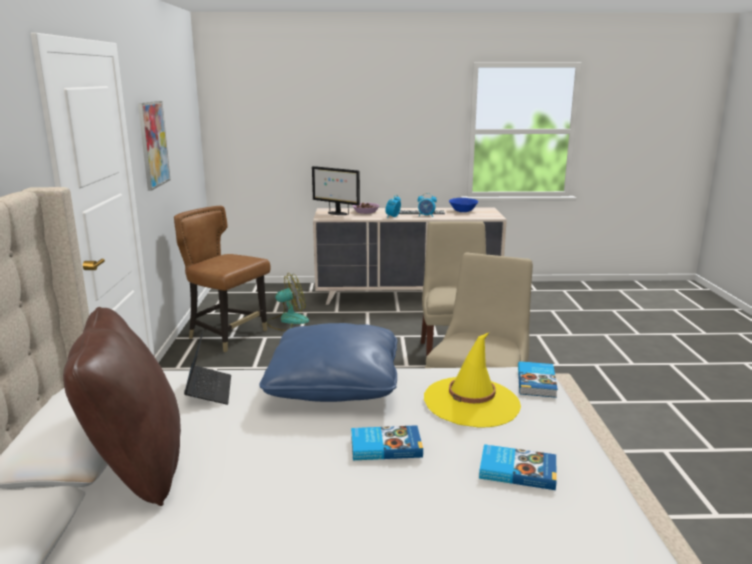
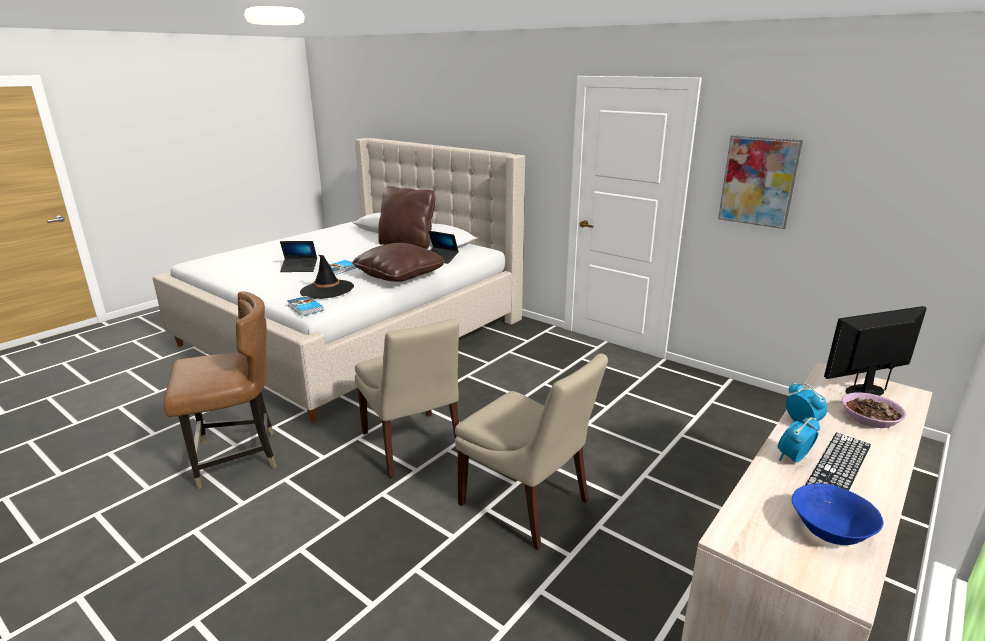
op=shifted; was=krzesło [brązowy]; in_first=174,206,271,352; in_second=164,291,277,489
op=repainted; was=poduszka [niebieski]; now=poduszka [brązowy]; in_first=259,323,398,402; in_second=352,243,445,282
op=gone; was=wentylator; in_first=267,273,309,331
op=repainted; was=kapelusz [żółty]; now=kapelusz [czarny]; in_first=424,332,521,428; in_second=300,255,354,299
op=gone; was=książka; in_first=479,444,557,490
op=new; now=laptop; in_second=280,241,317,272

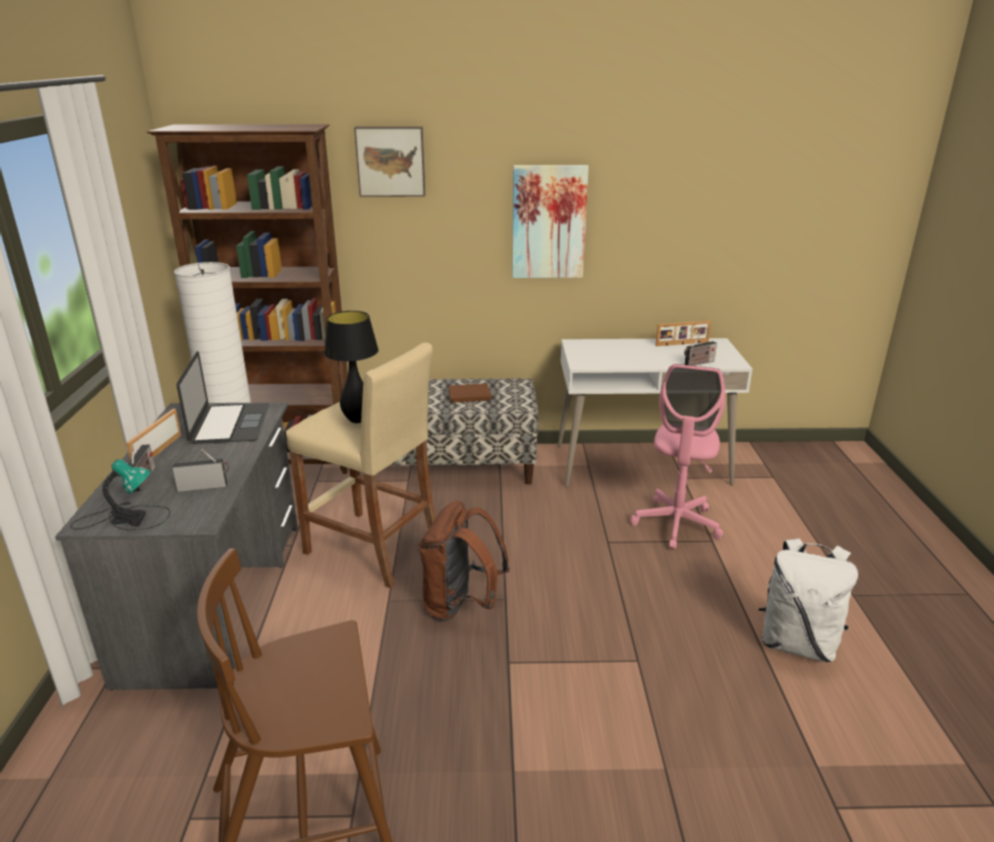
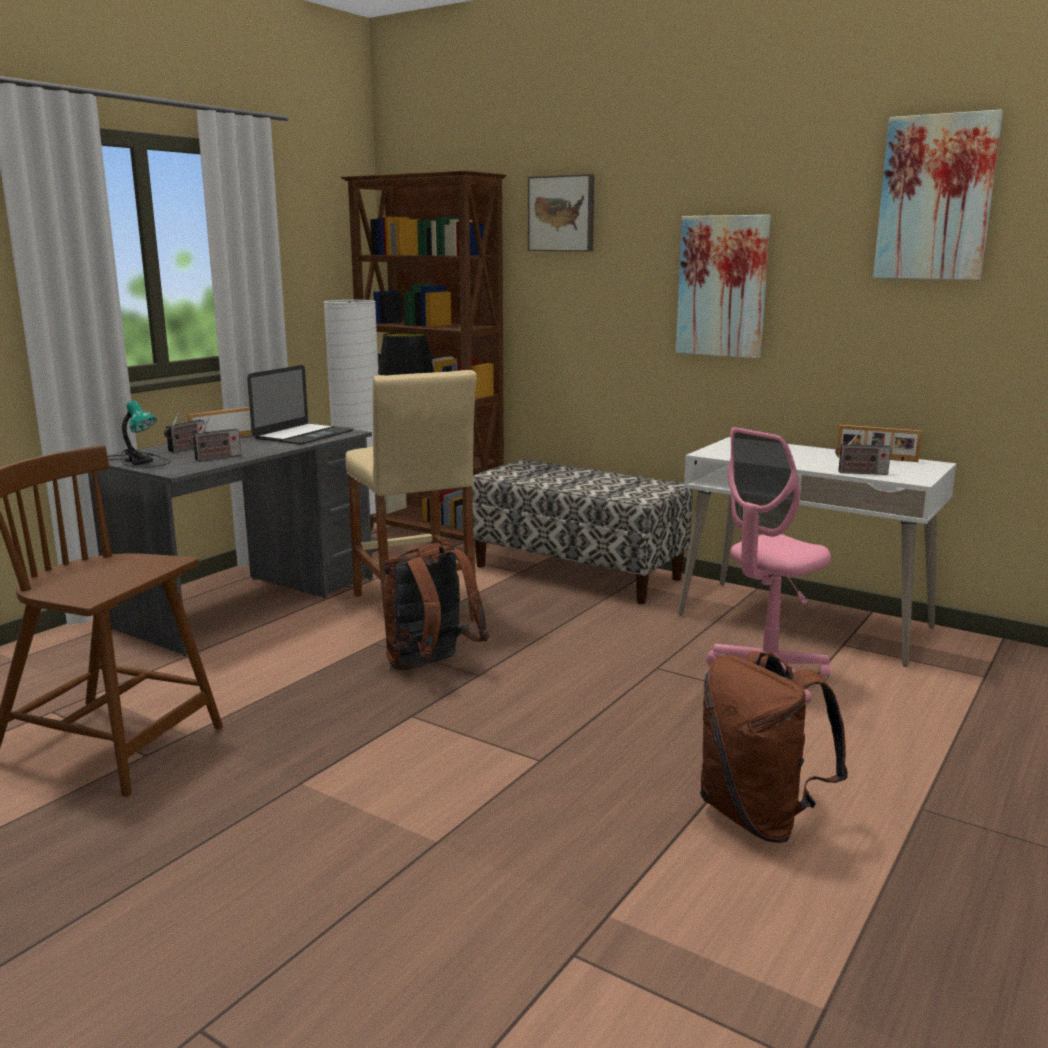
op=rotated; was=radio; in_first=172,449,229,492; in_second=189,418,241,461; clockwise=120
op=gone; was=książka [brązowy]; in_first=449,383,491,403
op=repainted; was=plecak [biały]; now=plecak [brązowy]; in_first=758,538,858,662; in_second=700,651,848,843
op=new; now=obraz; in_second=873,110,1003,280

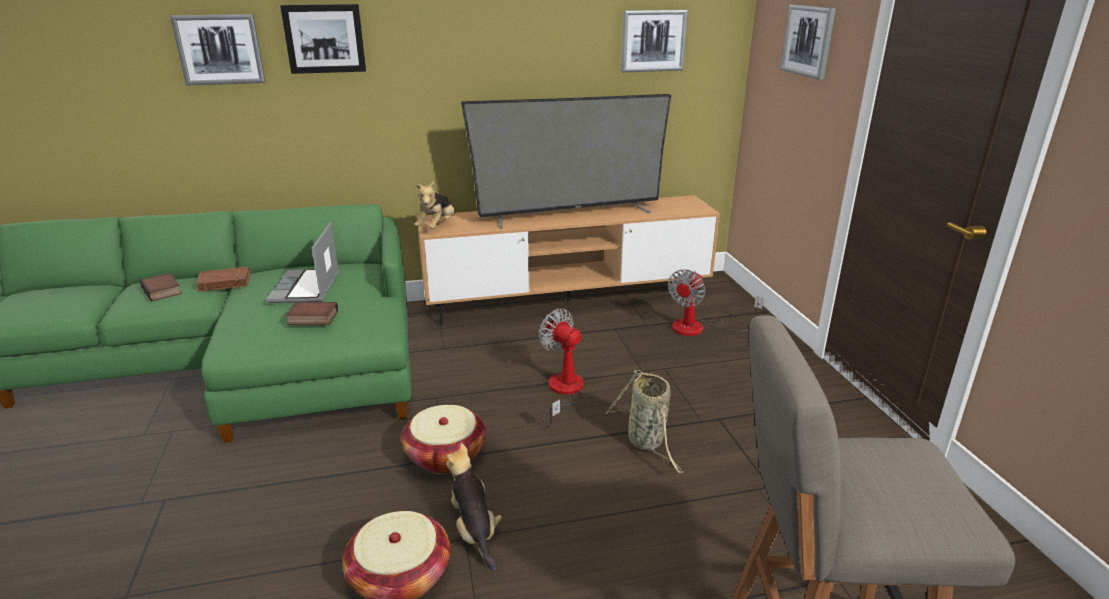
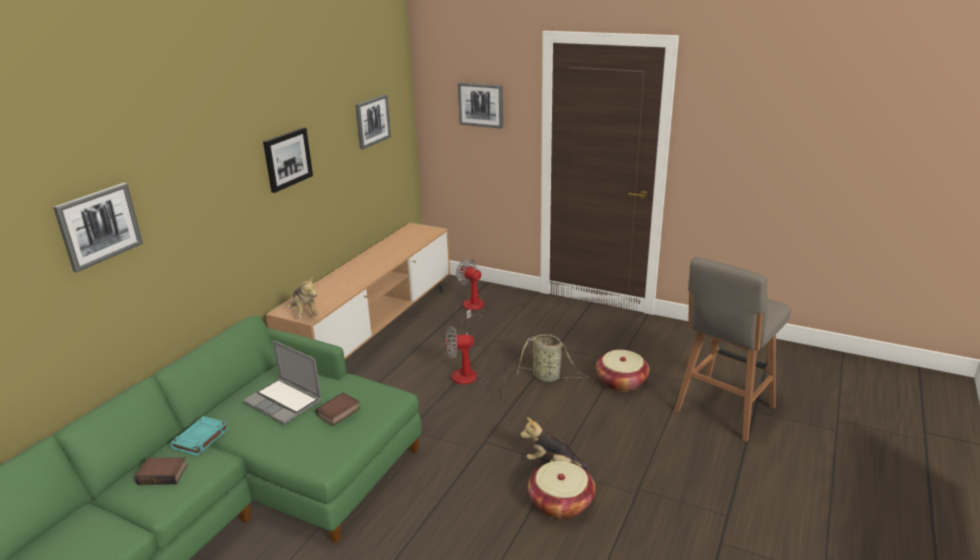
op=repainted; was=książka [brązowy]; now=książka [turkusowy]; in_first=195,267,250,292; in_second=170,416,229,456
op=shifted; was=obraz; in_first=280,4,366,74; in_second=263,128,313,193
op=shifted; was=koszyk; in_first=401,405,486,474; in_second=596,350,649,392
op=gone; was=telewizor; in_first=461,94,671,229
op=rotated; was=wentylator; in_first=668,269,764,336; in_second=456,259,485,327; clockwise=150

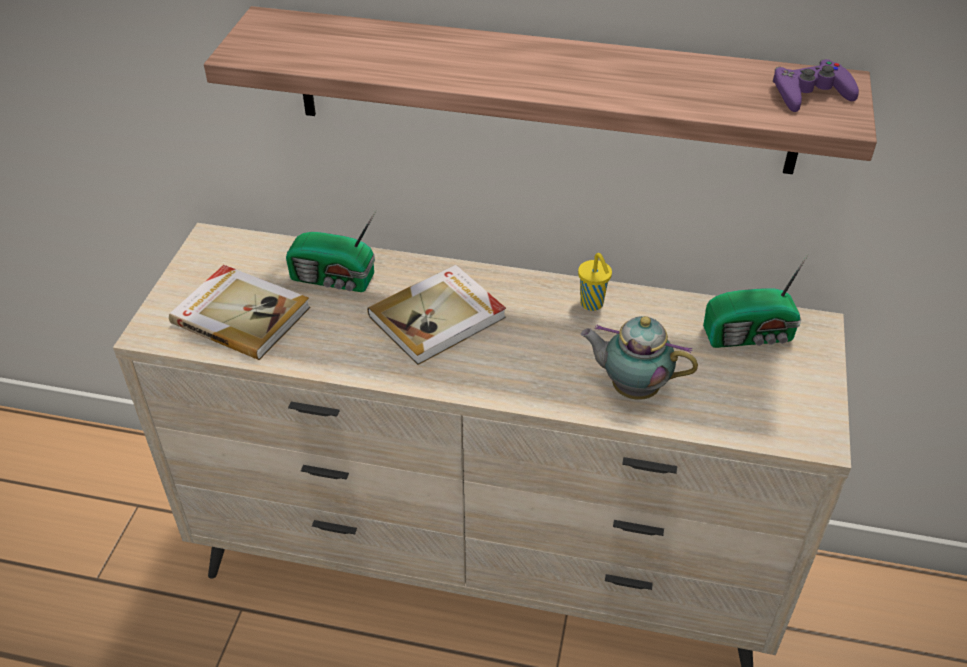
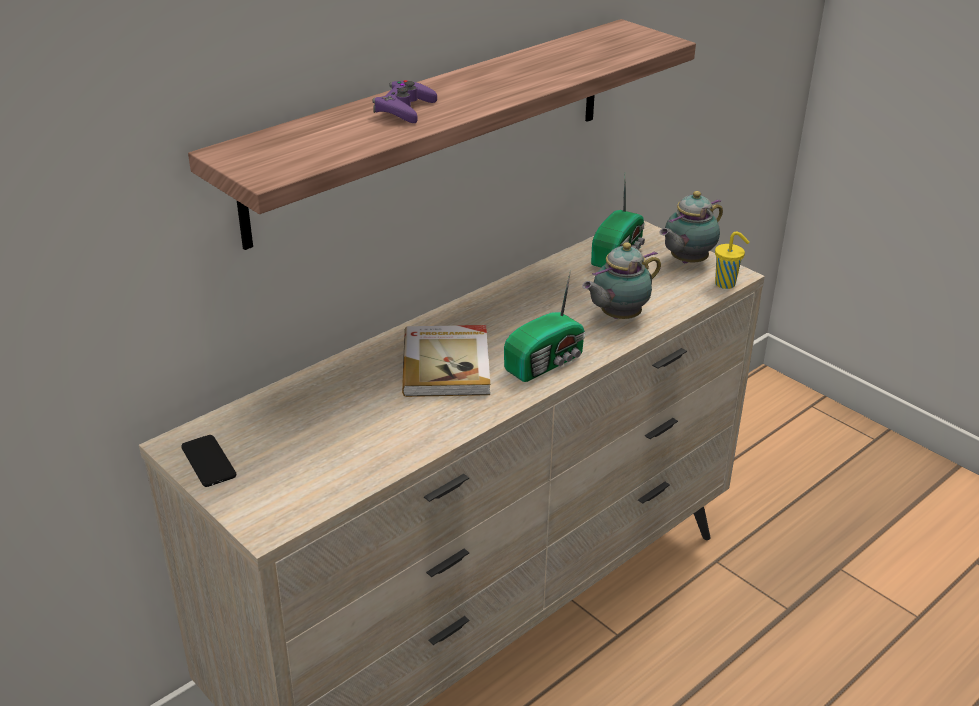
op=gone; was=książka; in_first=169,265,311,360
op=shifted; was=radio; in_first=286,210,376,292; in_second=504,271,585,382
op=shifted; was=filiżanka [żółty]; in_first=578,253,612,311; in_second=715,232,749,289
op=shifted; was=pad do gier [fioletowy]; in_first=773,59,859,112; in_second=372,80,437,123
op=new; now=telefon; in_second=181,435,236,487
op=new; now=imbryk; in_second=659,191,723,263

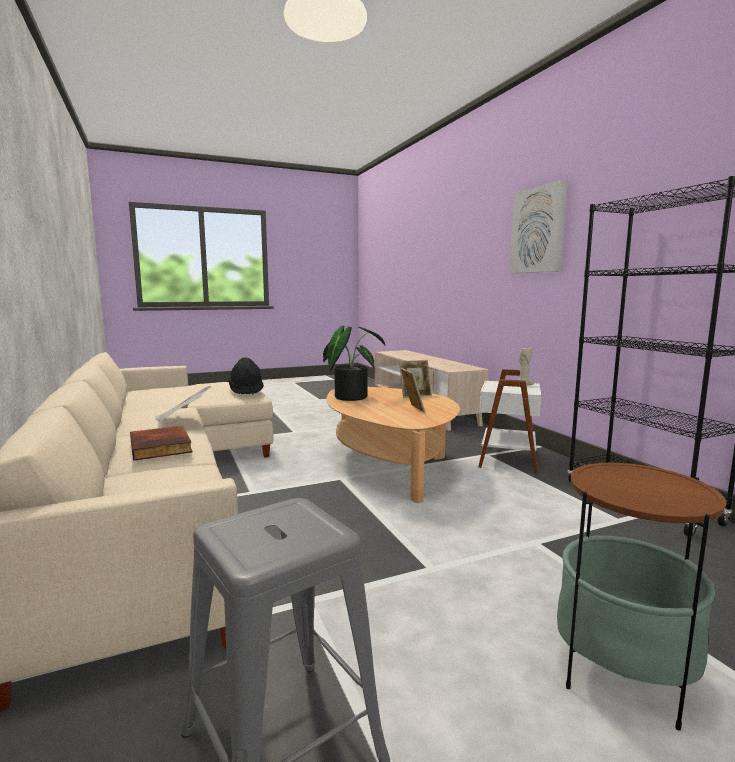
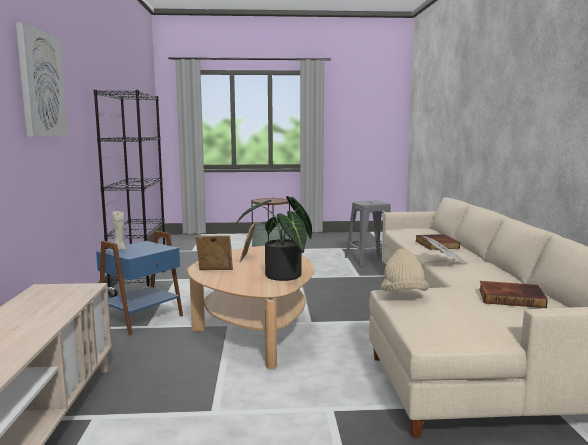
op=repainted; was=kapelusz [czarny]; now=kapelusz [beżowy]; in_first=228,357,264,394; in_second=381,249,430,291
op=repainted; was=stolik [biały]; now=stolik [niebieski]; in_first=478,369,541,474; in_second=96,231,183,336
op=new; now=książka; in_second=479,281,548,308

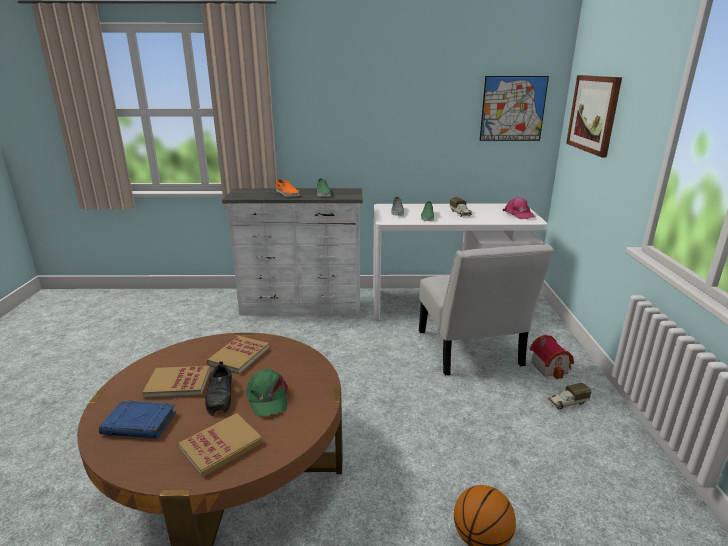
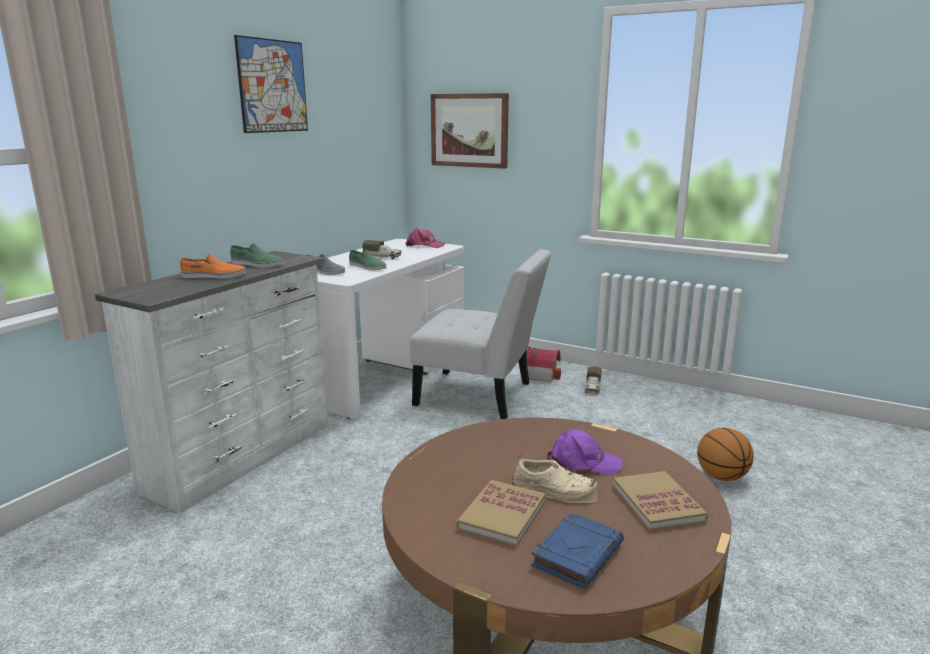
op=repainted; was=but [czarny]; now=but [beżowy]; in_first=205,361,232,416; in_second=512,456,597,503
op=gone; was=książka; in_first=207,336,269,375
op=repainted; was=czapka z daszkiem [zielony]; now=czapka z daszkiem [fioletowy]; in_first=246,369,288,417; in_second=547,429,623,475
op=shifted; was=obraz; in_first=479,76,549,141; in_second=234,35,308,133

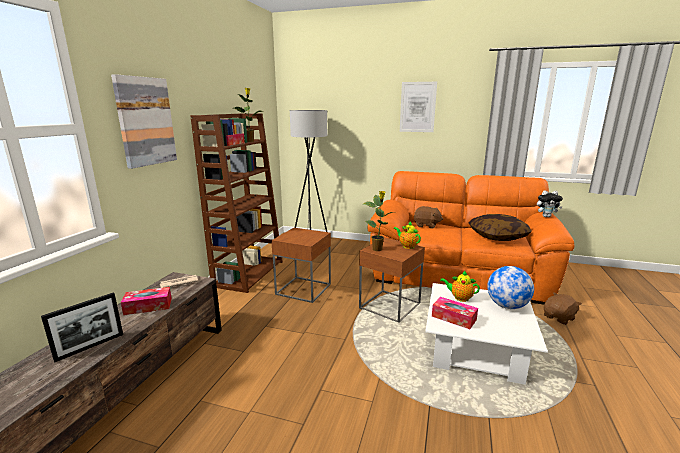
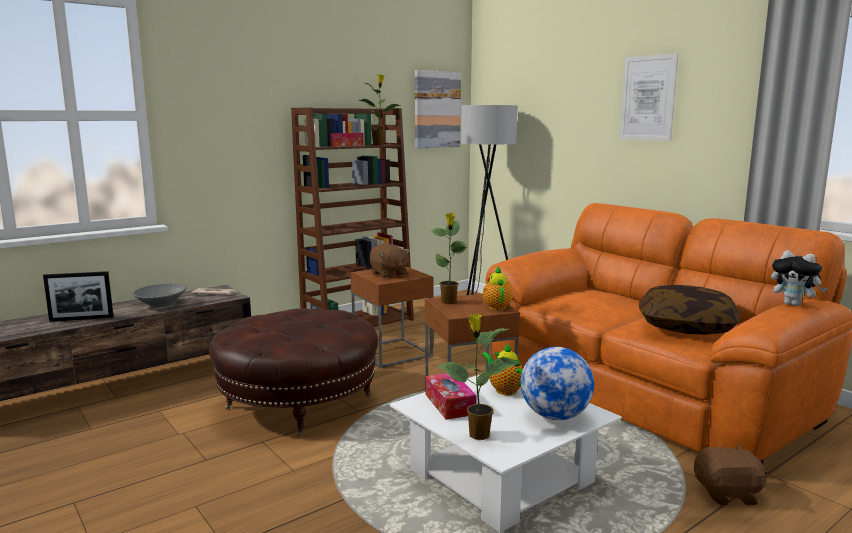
op=shifted; was=obraz; in_first=111,74,177,169; in_second=415,70,461,148
op=swapped; was=pudełko chusteczek; now=miska [szary]; in_first=121,287,172,315; in_second=133,283,187,307
op=shifted; was=pluszak [brązowy]; in_first=414,206,443,228; in_second=369,243,410,279
op=new; now=pufa [brązowy]; in_second=209,308,378,436
op=new; now=roślina doniczkowa; in_second=437,313,520,440

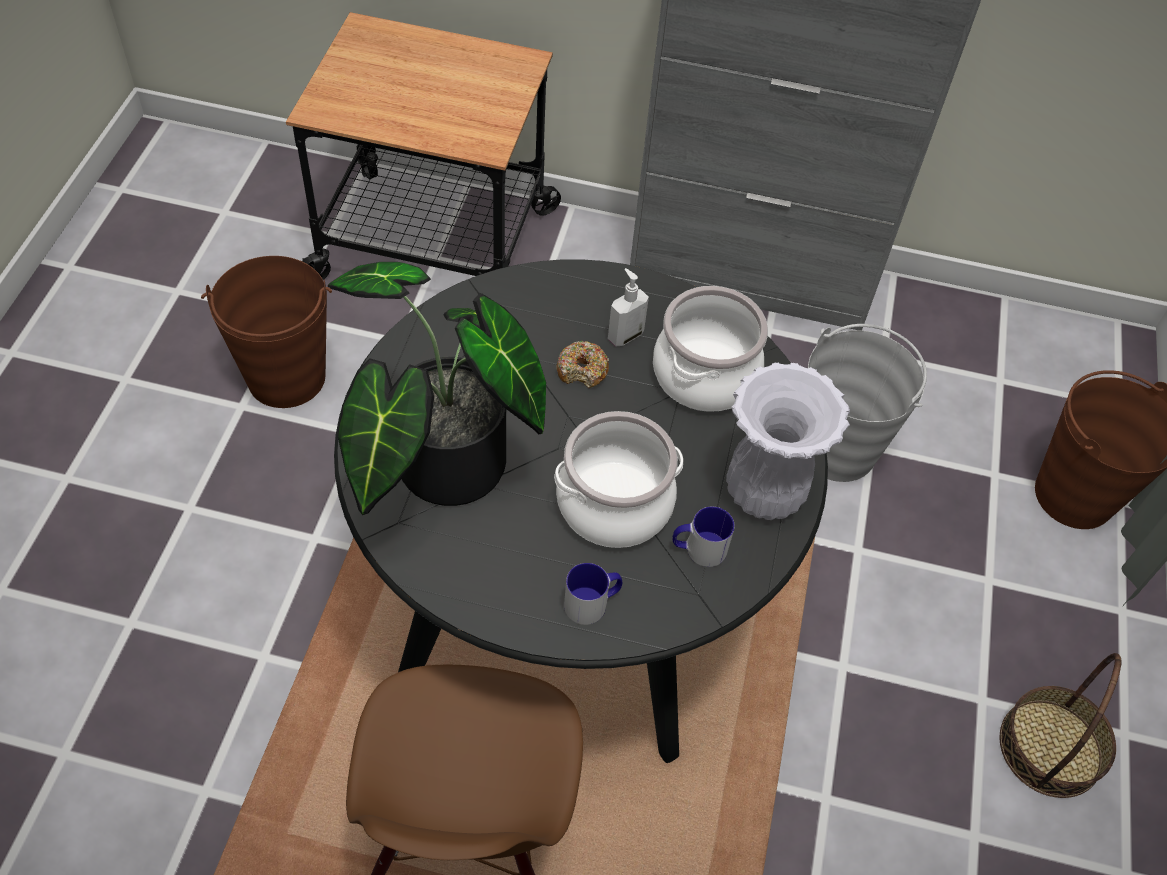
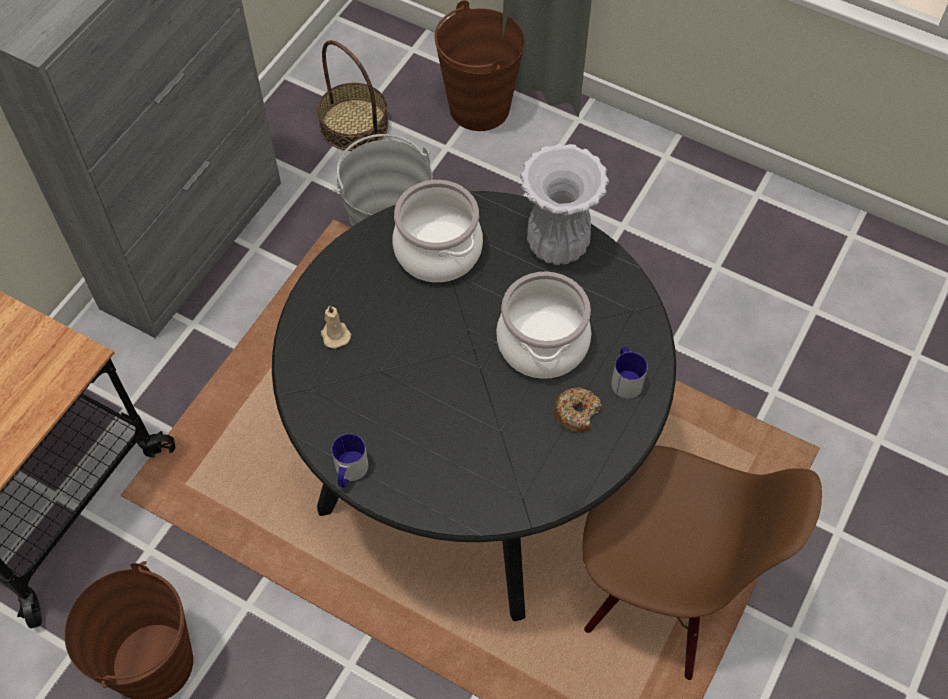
op=gone; was=roślina doniczkowa; in_first=328,262,546,515
op=shifted; was=donut; in_first=556,341,609,388; in_second=554,387,602,432
op=gone; was=dozownik mydła; in_first=608,268,649,346
op=shifted; was=kubek; in_first=672,506,734,567; in_second=332,433,368,487
op=shifted; was=koszyk; in_first=1000,653,1122,798; in_second=317,40,389,151
op=new; now=świeca [beżowy]; in_second=321,305,351,349

